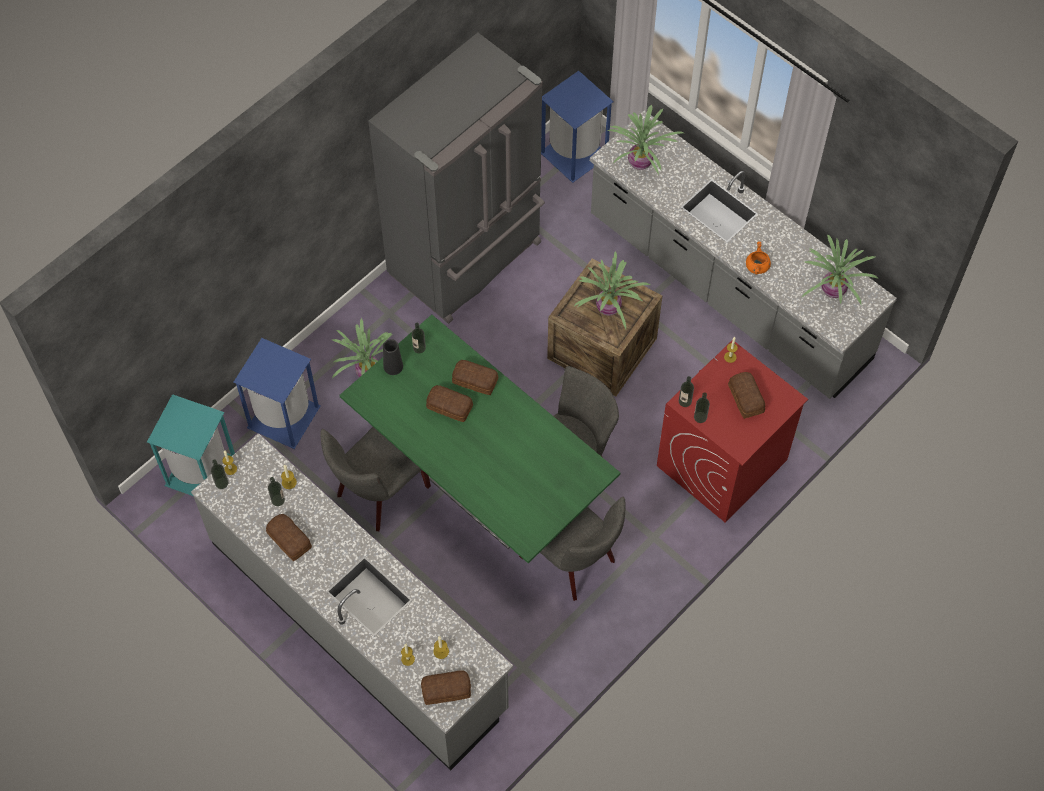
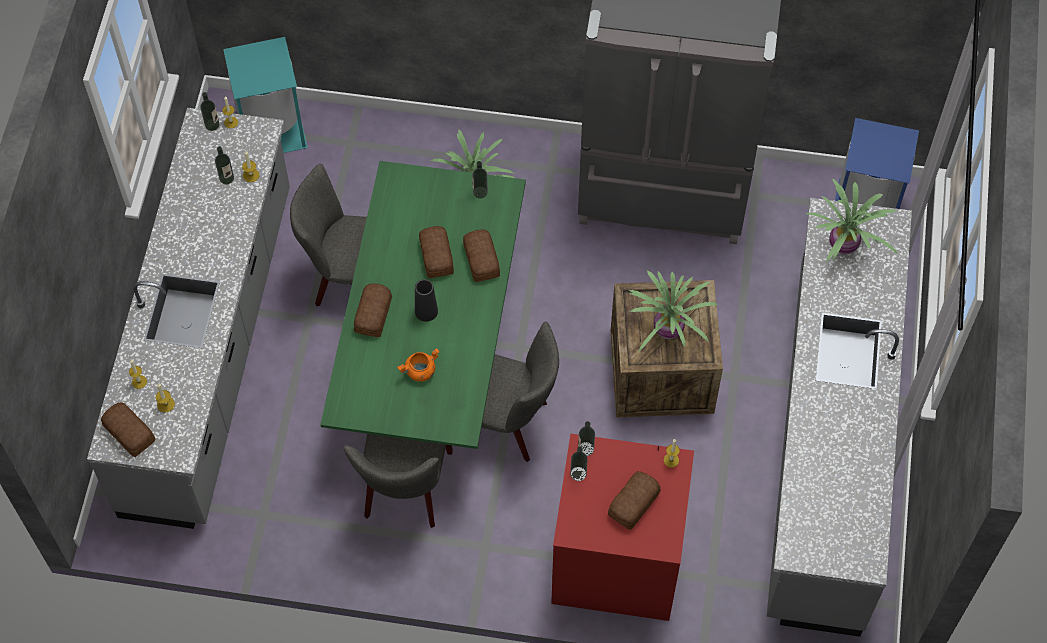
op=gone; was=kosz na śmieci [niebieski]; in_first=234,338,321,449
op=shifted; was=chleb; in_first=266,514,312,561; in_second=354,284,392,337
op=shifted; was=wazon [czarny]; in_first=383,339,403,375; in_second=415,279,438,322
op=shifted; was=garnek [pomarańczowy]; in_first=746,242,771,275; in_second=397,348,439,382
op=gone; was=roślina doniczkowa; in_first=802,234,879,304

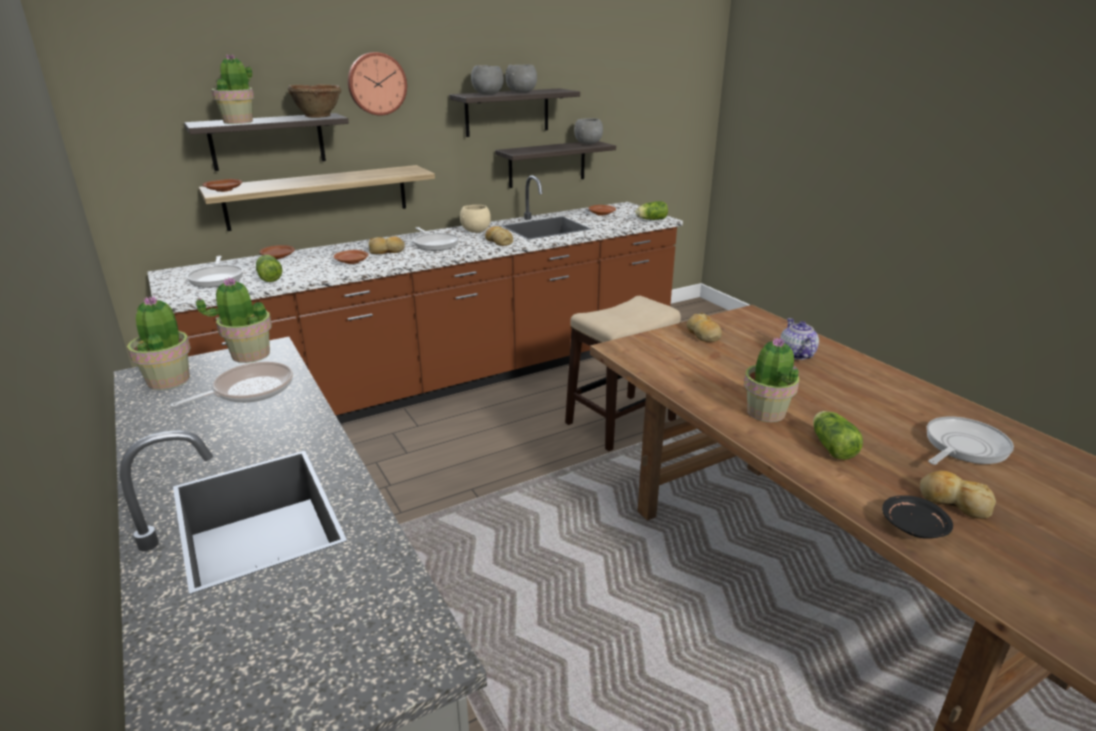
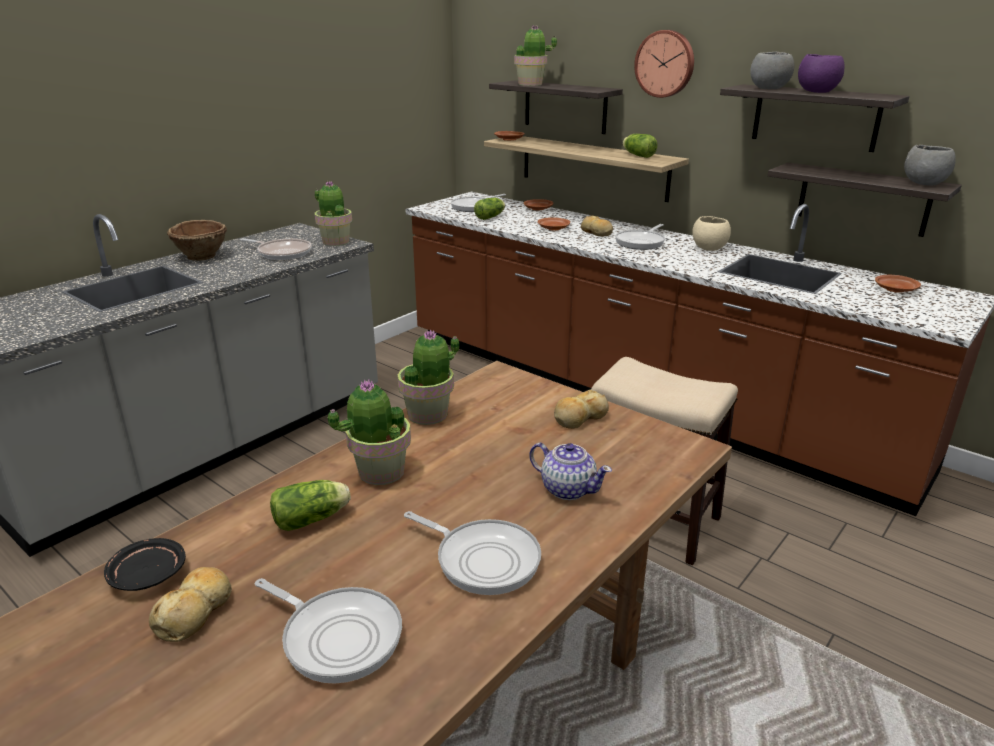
op=shifted; was=roślina doniczkowa; in_first=127,295,191,390; in_second=398,329,459,425
op=shifted; was=miska [brązowy]; in_first=288,84,341,118; in_second=167,220,227,261
op=gone; was=chleb; in_first=485,226,513,246
op=repainted; was=miska [szary]; now=miska [fioletowy]; in_first=505,64,537,93; in_second=798,54,844,93
op=shifted; was=sałata; in_first=635,201,668,220; in_second=622,134,657,158
op=rotated; was=imbryk; in_first=781,318,819,360; in_second=529,443,612,500; clockwise=60
op=new; now=patelnia; in_second=404,511,541,595

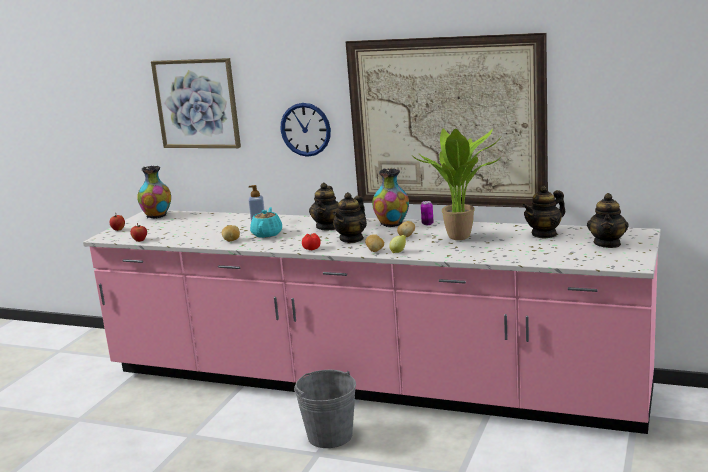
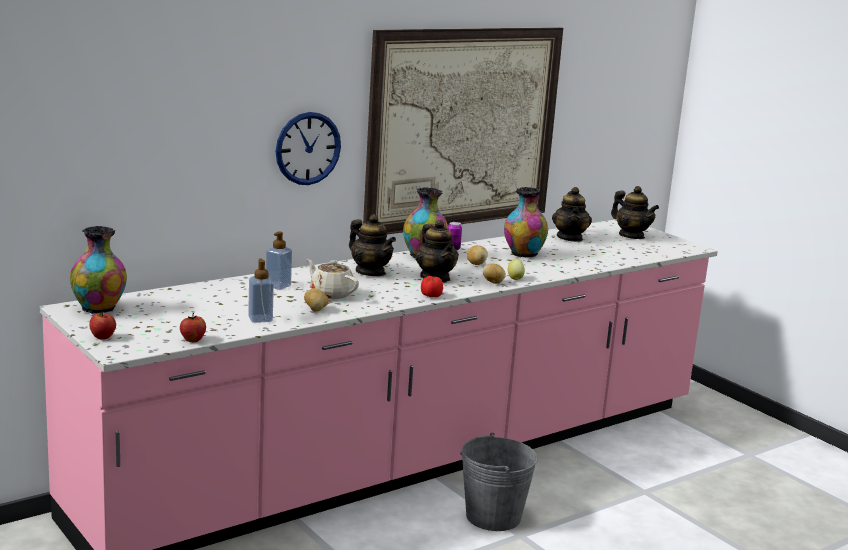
op=gone; was=obraz; in_first=151,58,241,148
op=repainted; was=imbryk [turkusowy]; now=imbryk [beżowy]; in_first=250,207,282,238; in_second=306,259,359,299
op=swapped; was=roślina doniczkowa; now=wazon; in_first=412,128,501,240; in_second=504,187,548,257
op=new; now=dozownik mydła; in_second=248,258,274,323

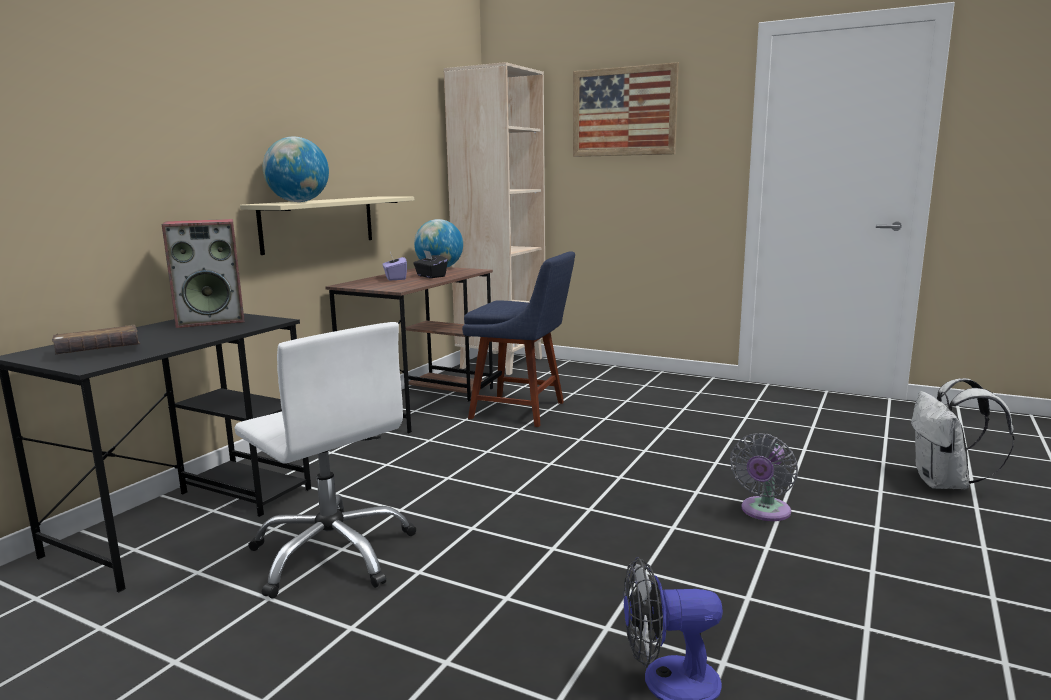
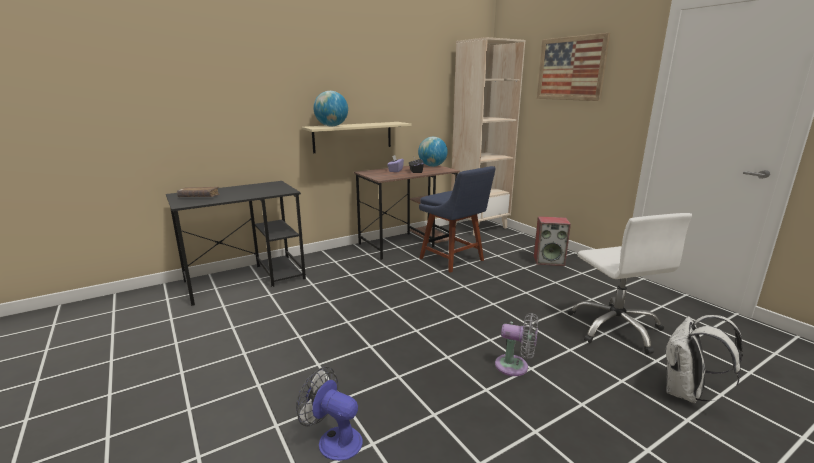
op=shifted; was=głośnik; in_first=162,219,245,328; in_second=534,216,571,266
op=shifted; was=krzesło biurowe [biały]; in_first=234,322,417,598; in_second=568,213,692,354
op=rotated; was=wentylator [szary]; in_first=730,433,798,521; in_second=495,313,538,376; clockwise=-135

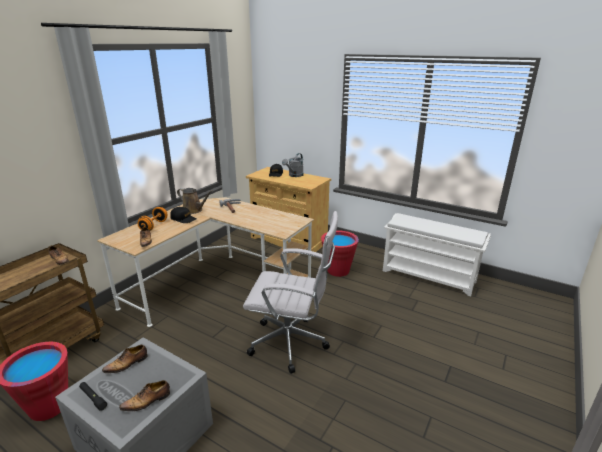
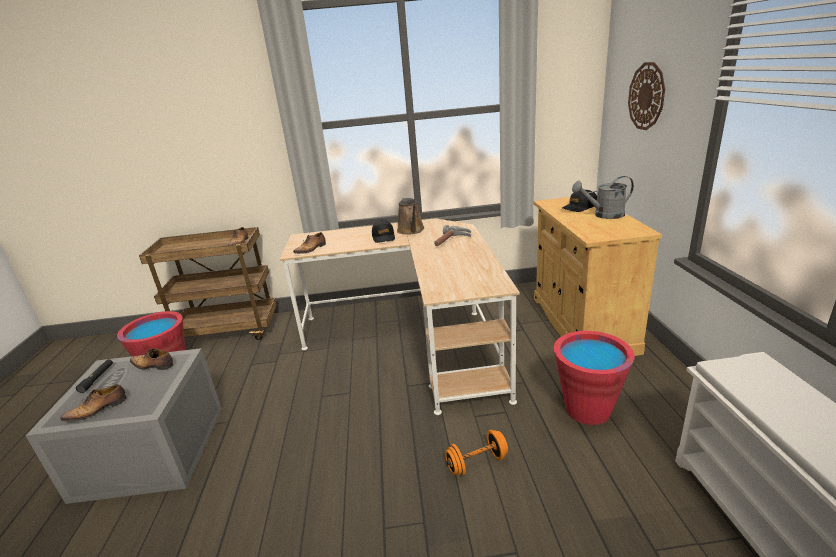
op=rotated; was=but; in_first=119,380,170,411; in_second=61,384,127,421; clockwise=-60
op=shifted; was=hantel [pomarańczowy]; in_first=137,207,167,231; in_second=445,430,508,476
op=gone; was=krzesło biurowe [biały]; in_first=243,211,338,374
op=new; now=zegar ścienny; in_second=628,62,665,130

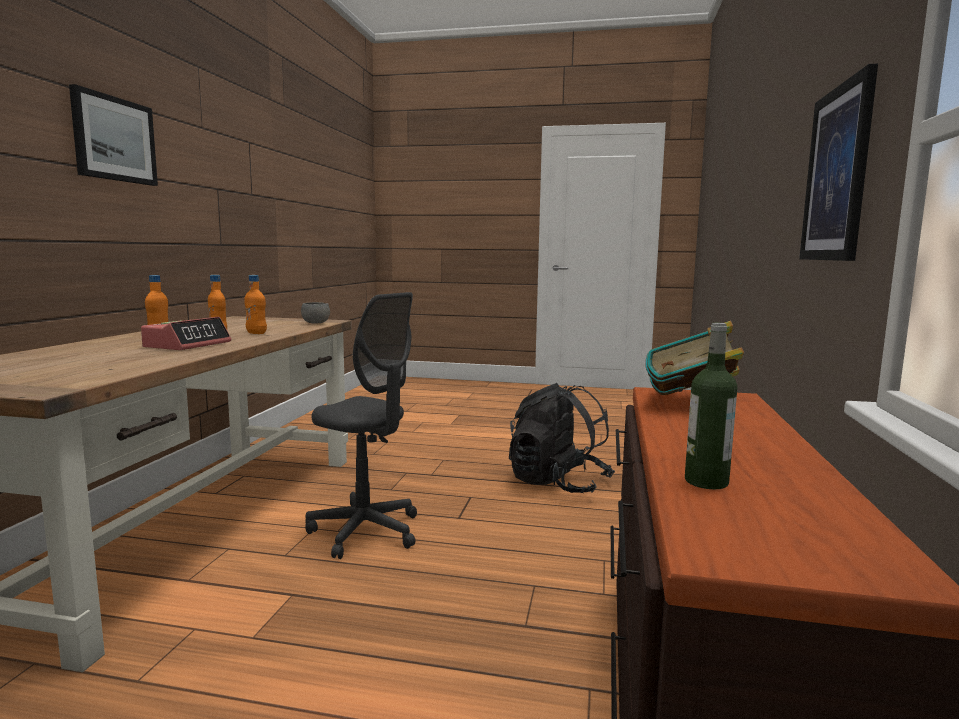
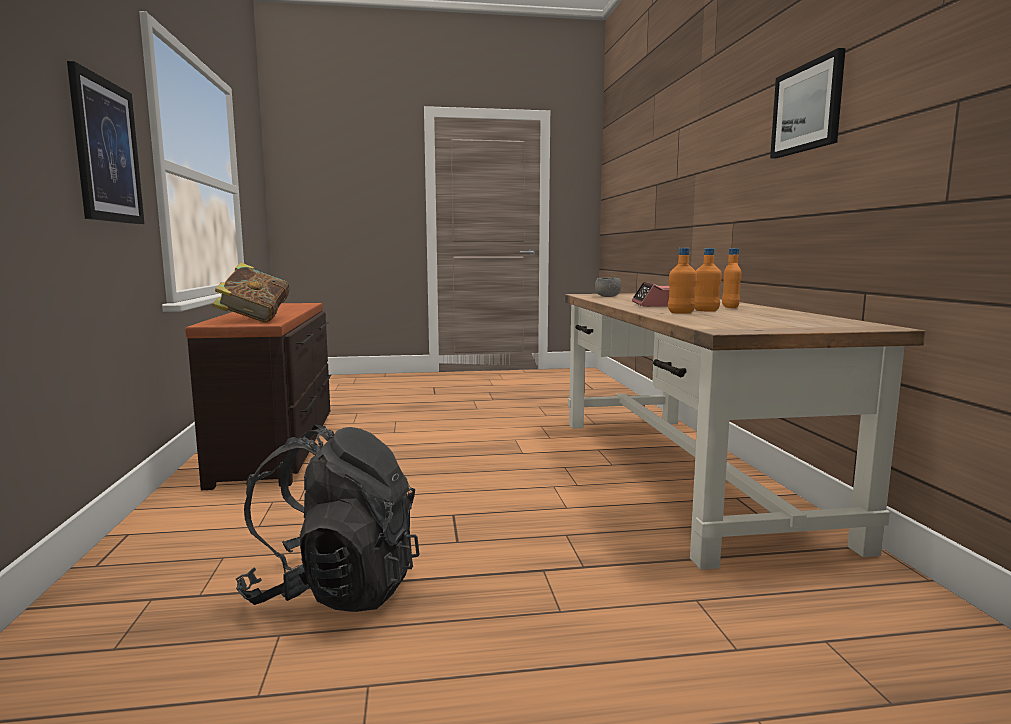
op=shifted; was=miska [szary]; in_first=301,302,330,323; in_second=595,278,621,297
op=gone; was=krzesło biurowe [szary]; in_first=305,292,417,559
op=gone; was=butelka; in_first=685,323,737,489

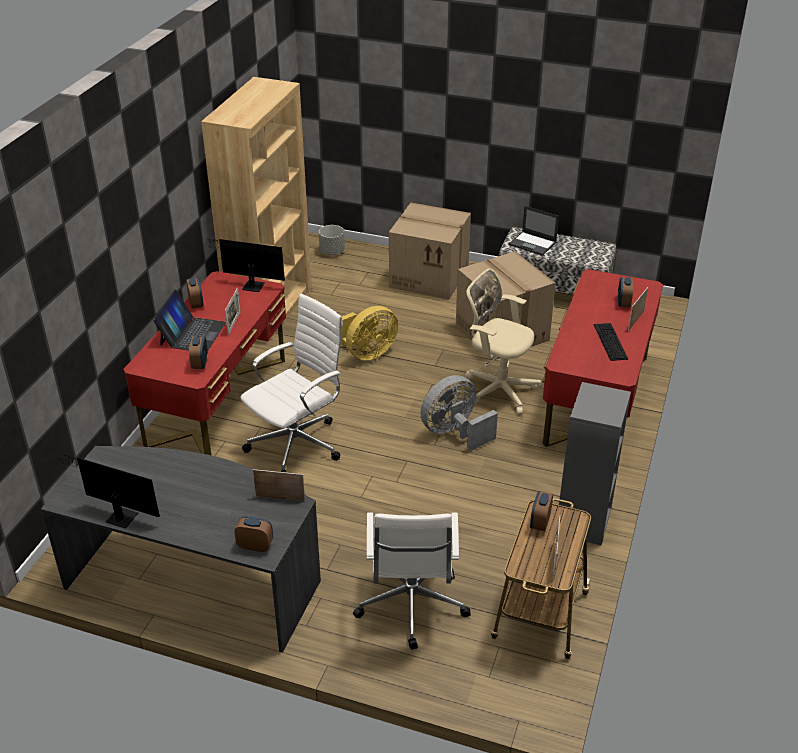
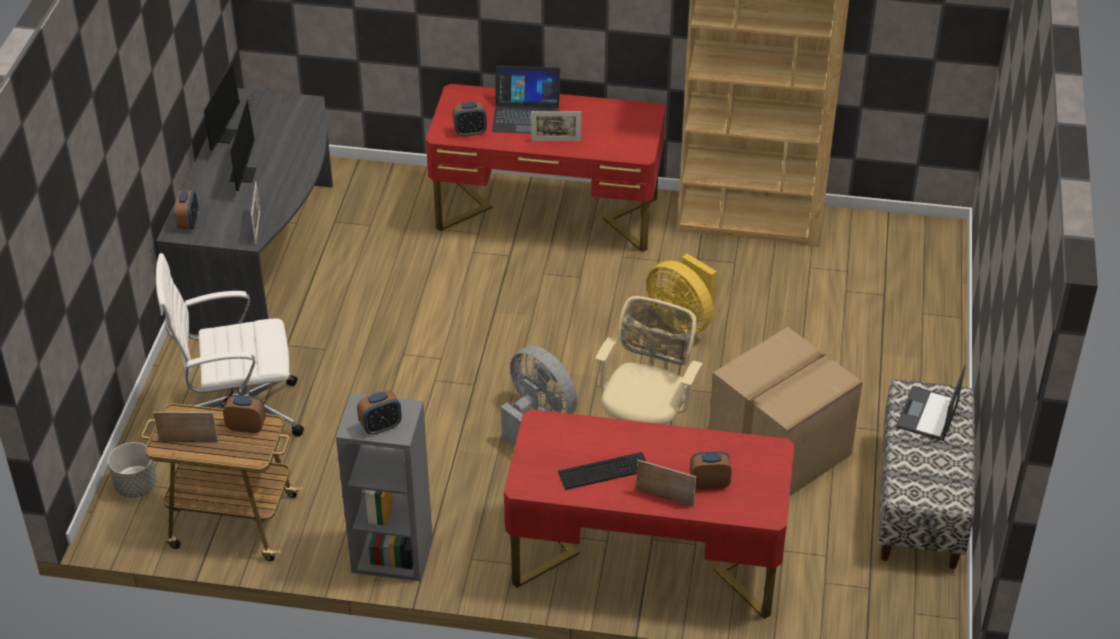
op=shifted; was=budzik; in_first=186,278,204,309; in_second=357,390,402,435
op=shifted; was=monitor; in_first=204,239,285,292; in_second=229,94,256,191
op=gone; was=krzesło biurowe [biały]; in_first=240,294,343,472
op=shifted; was=donica [szary]; in_first=319,225,345,255; in_second=108,442,157,498
op=gone; was=karton; in_first=389,203,471,300

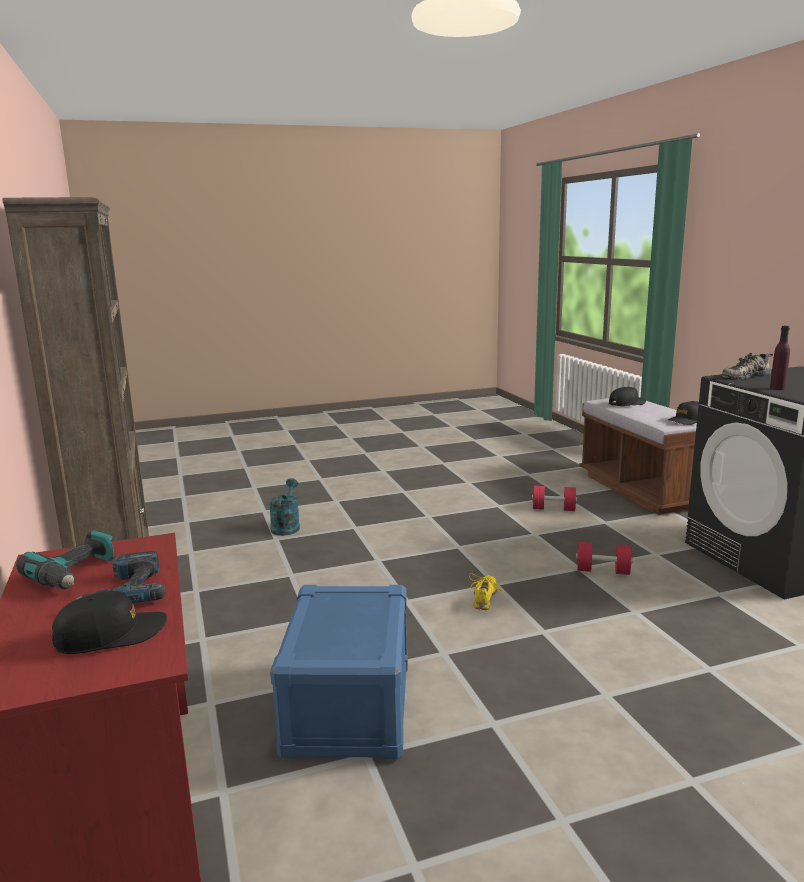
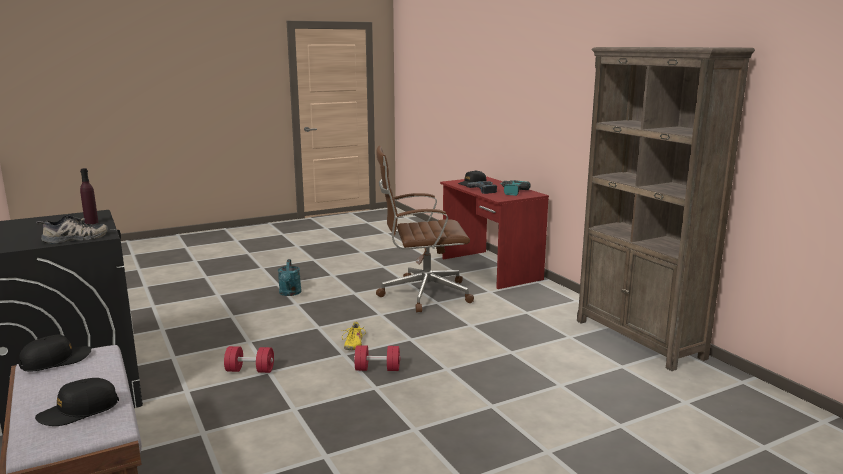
op=shifted; was=konewka [turkusowy]; in_first=269,478,300,536; in_second=278,259,302,296
op=swapped; was=pojemnik do przechowywania [niebieski]; now=krzesło biurowe [brązowy]; in_first=270,585,408,760; in_second=376,146,474,312
op=shifted; was=hantel [czerwony]; in_first=532,486,577,511; in_second=354,345,401,371

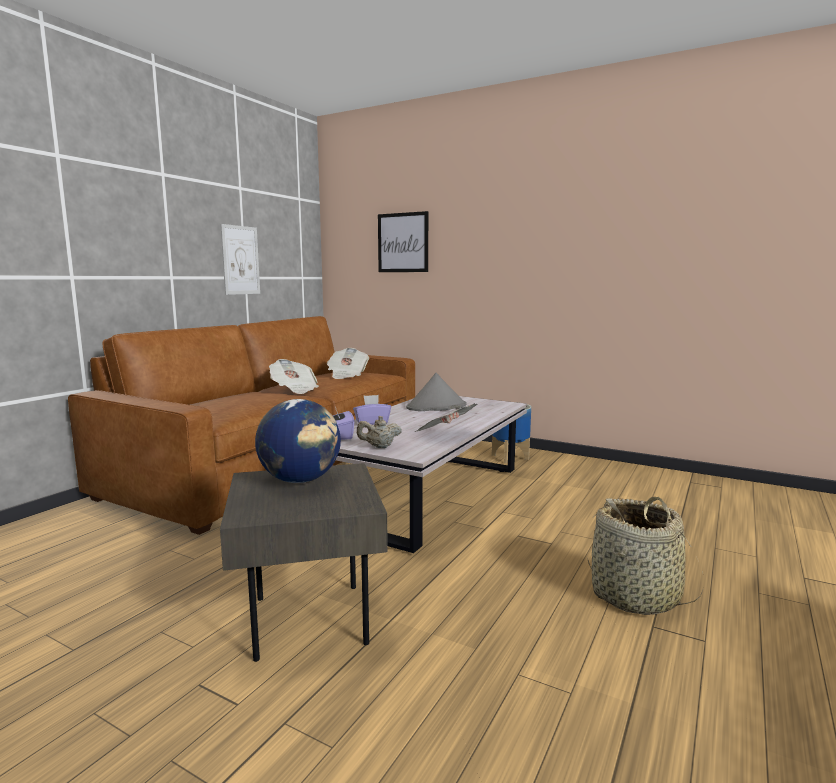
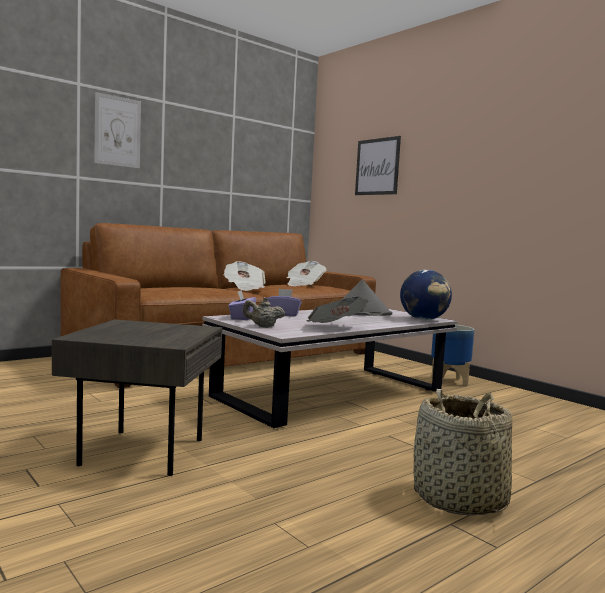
op=shifted; was=obraz; in_first=220,224,260,295; in_second=94,92,141,168
op=shifted; was=globus; in_first=255,399,341,483; in_second=400,270,452,320

